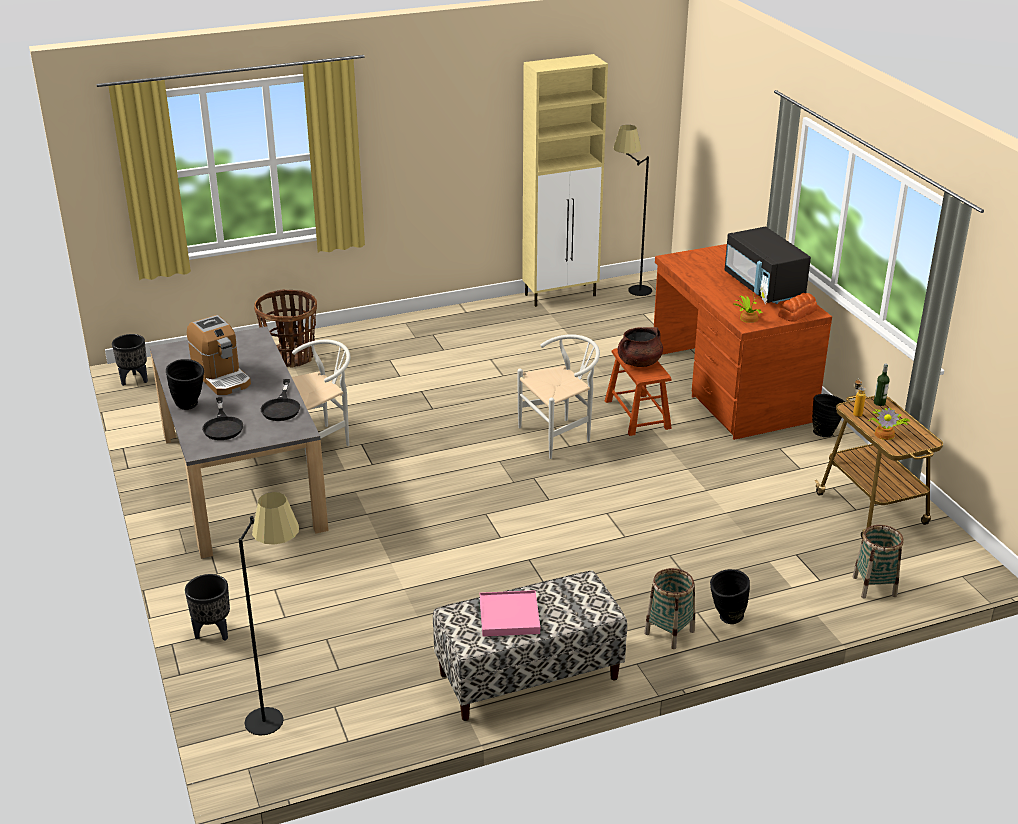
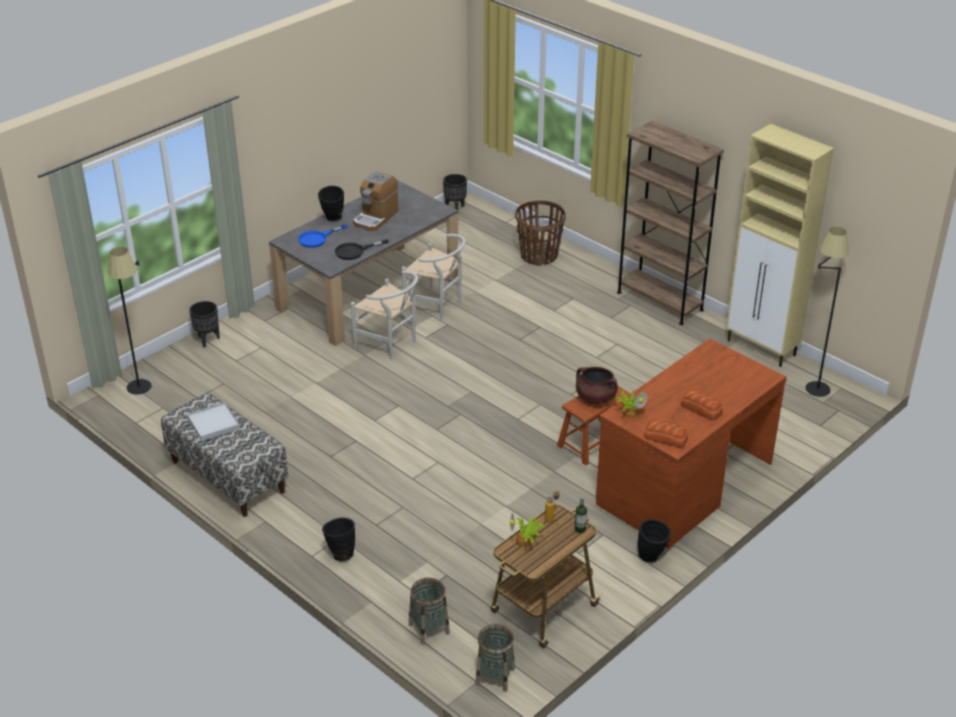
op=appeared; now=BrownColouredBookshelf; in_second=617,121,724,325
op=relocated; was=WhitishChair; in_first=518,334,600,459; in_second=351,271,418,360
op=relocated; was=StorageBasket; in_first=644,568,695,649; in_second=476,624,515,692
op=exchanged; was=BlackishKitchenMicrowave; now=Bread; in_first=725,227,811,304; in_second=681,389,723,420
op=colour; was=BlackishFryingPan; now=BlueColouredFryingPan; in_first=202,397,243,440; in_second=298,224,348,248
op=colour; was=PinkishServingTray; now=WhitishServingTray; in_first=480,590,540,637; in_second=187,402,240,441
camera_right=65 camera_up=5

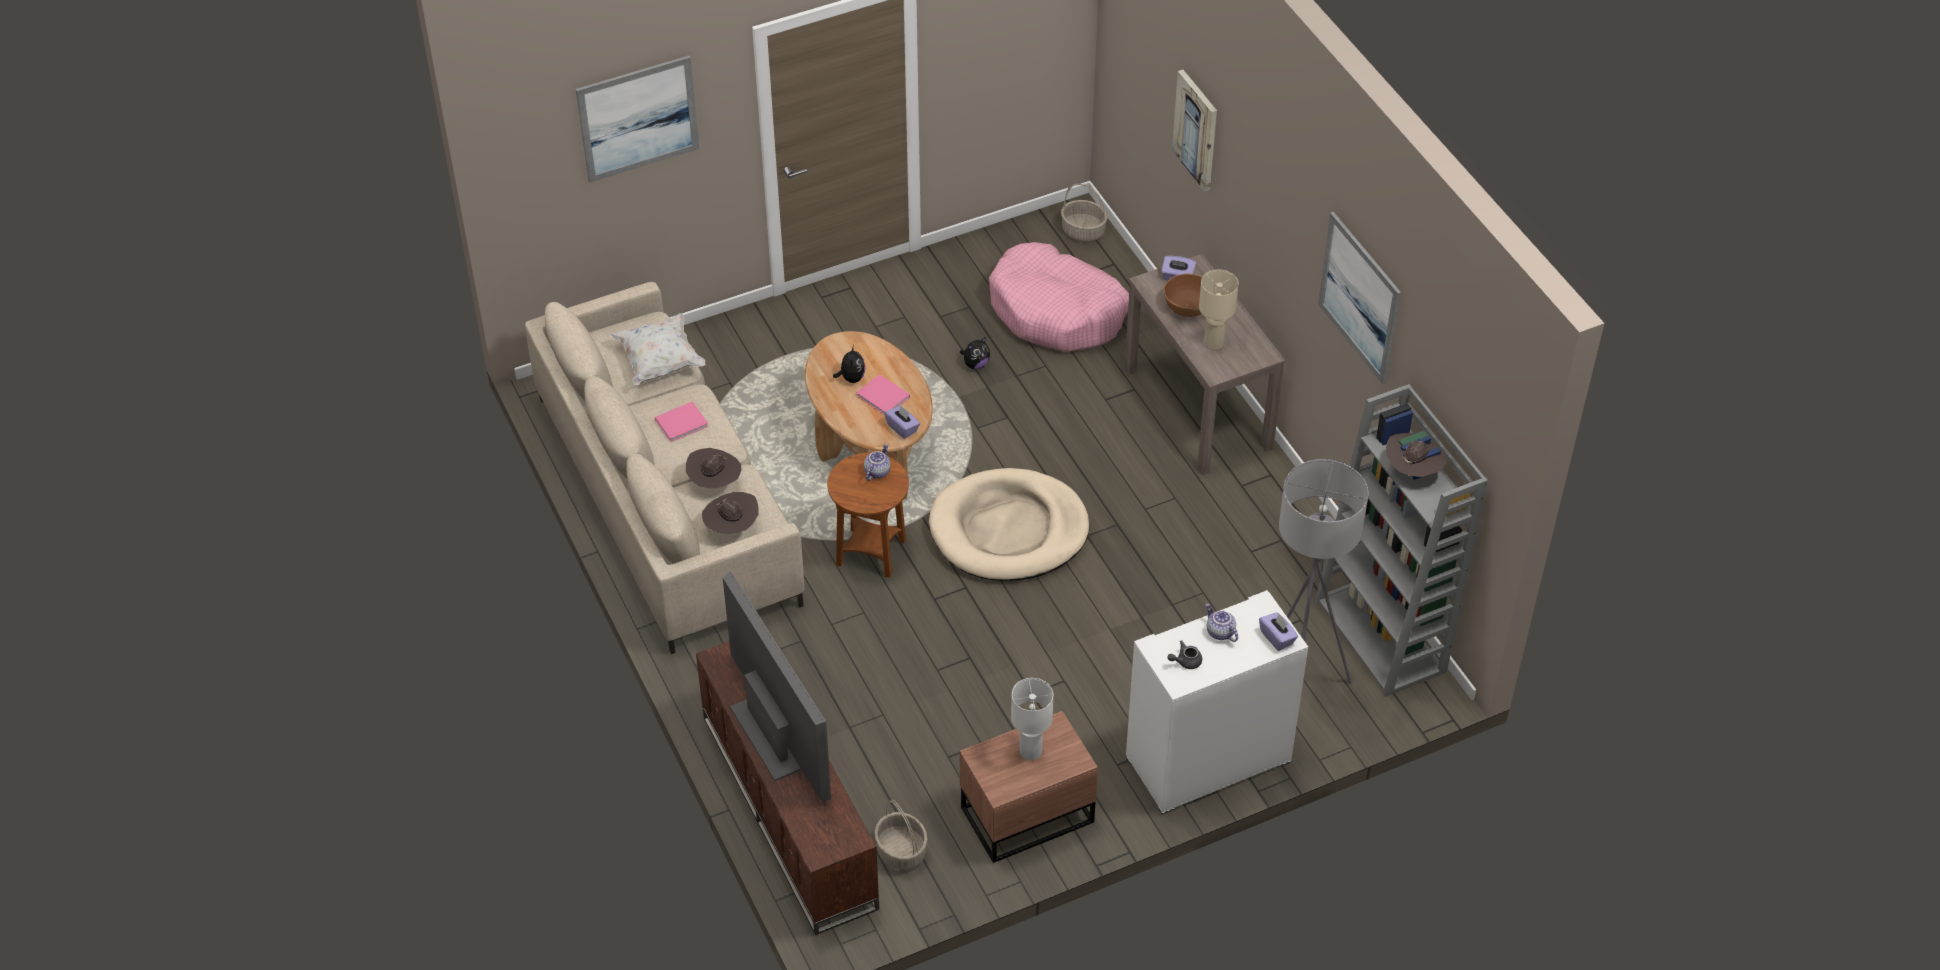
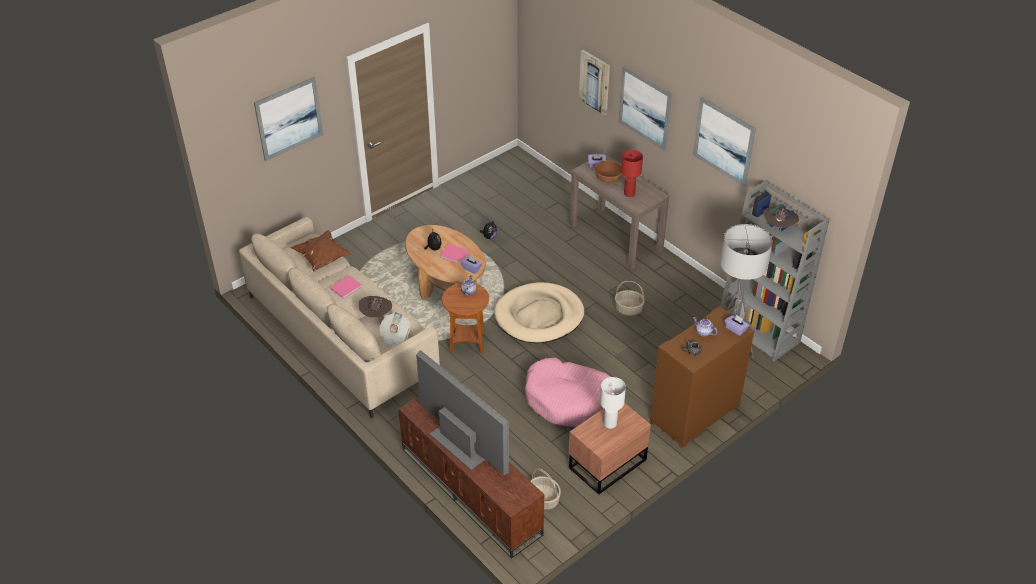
op=appeared; now=Picture; in_second=618,65,672,151
op=relocated; was=PinkishDogBed; in_first=989,242,1129,352; in_second=525,357,617,427
op=relocated; was=StorageBasket; in_first=1061,184,1107,242; in_second=615,281,645,316
op=exchanged; was=BrownColouredHat; now=PrintedPaper; in_first=702,492,758,534; in_second=379,311,411,348
op=colour; was=WhitishPillow; now=BrownColouredPillow; in_first=610,313,706,385; in_second=290,230,351,271
op=colour; was=WhitishCabinet; now=BrownColouredCabinet; in_first=1126,590,1308,815; in_second=650,306,754,448
op=colour; was=SandColouredTabletopLamp; now=RedTabletopLamp; in_first=1199,270,1239,350; in_second=621,150,643,197
camera_right=-15 camera_up=-5

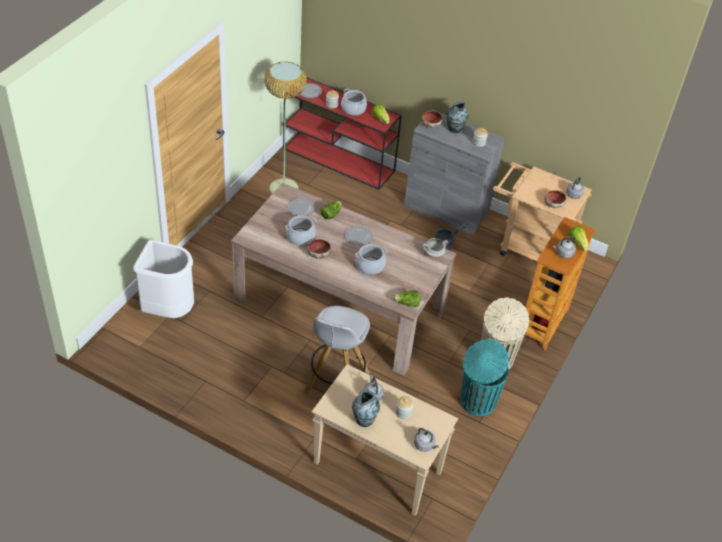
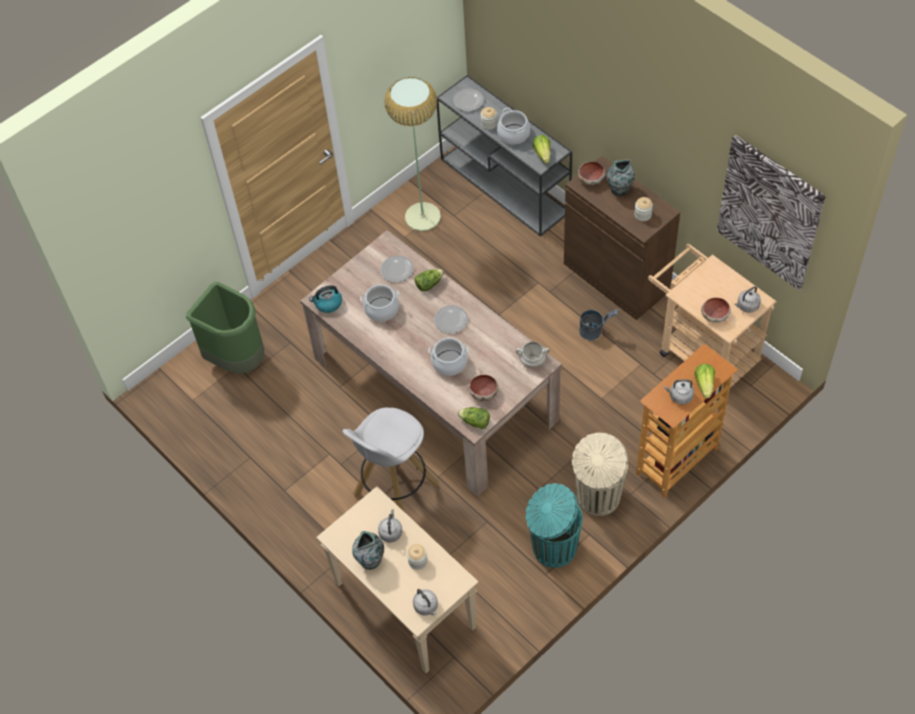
op=appeared; now=Kettle; in_second=309,285,342,313
op=appeared; now=Picture; in_second=717,135,826,290
op=relocated; was=DeepDish; in_first=308,239,331,259; in_second=469,375,498,401
op=colour; was=WhitishWasteBin; now=GreenWasteBin; in_first=133,240,194,318; in_second=186,282,264,374
op=colour; was=RedHallTable; now=GreyHallTable; in_first=283,76,402,190; in_second=437,75,572,237
op=colour; was=GreyCabinet; now=BrownColouredCabinet; in_first=404,110,505,235; in_second=564,156,680,320
camera_right=25 camera_up=10

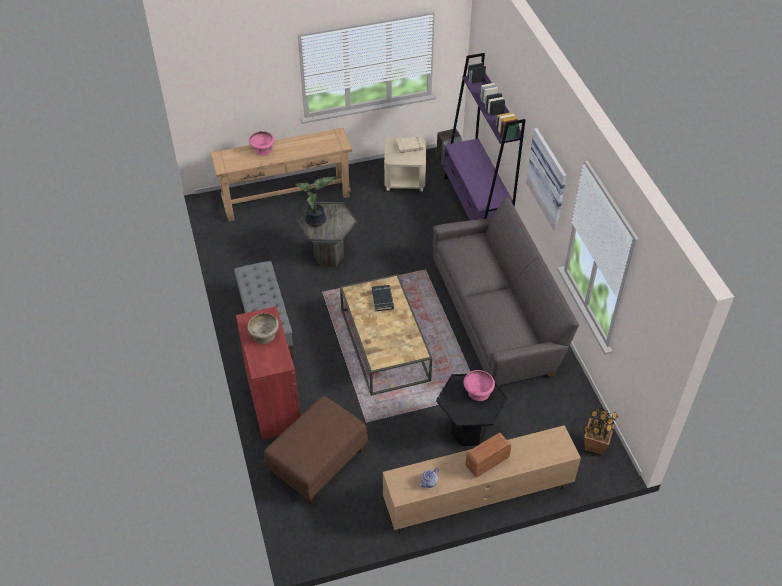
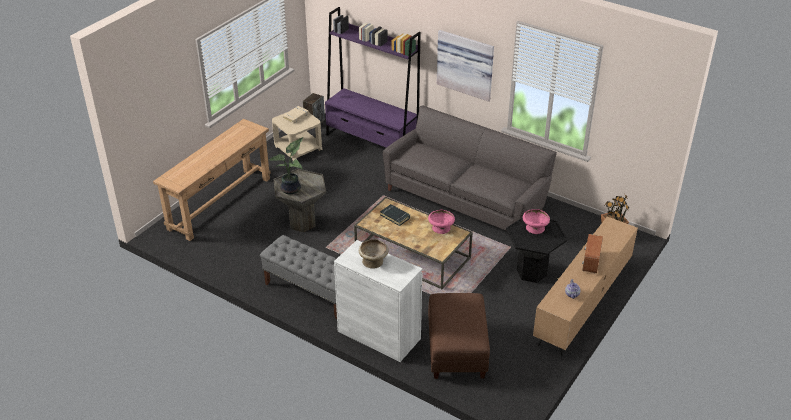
op=relocated; was=PinkishDeepDish; in_first=249,131,275,156; in_second=428,209,455,234
op=colour; was=RedCabinet; now=WhitishCabinet; in_first=236,306,300,440; in_second=334,240,423,362
camera_right=-40 camera_up=-10

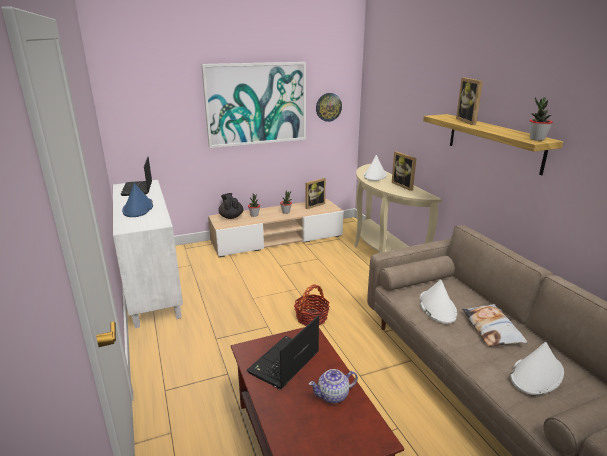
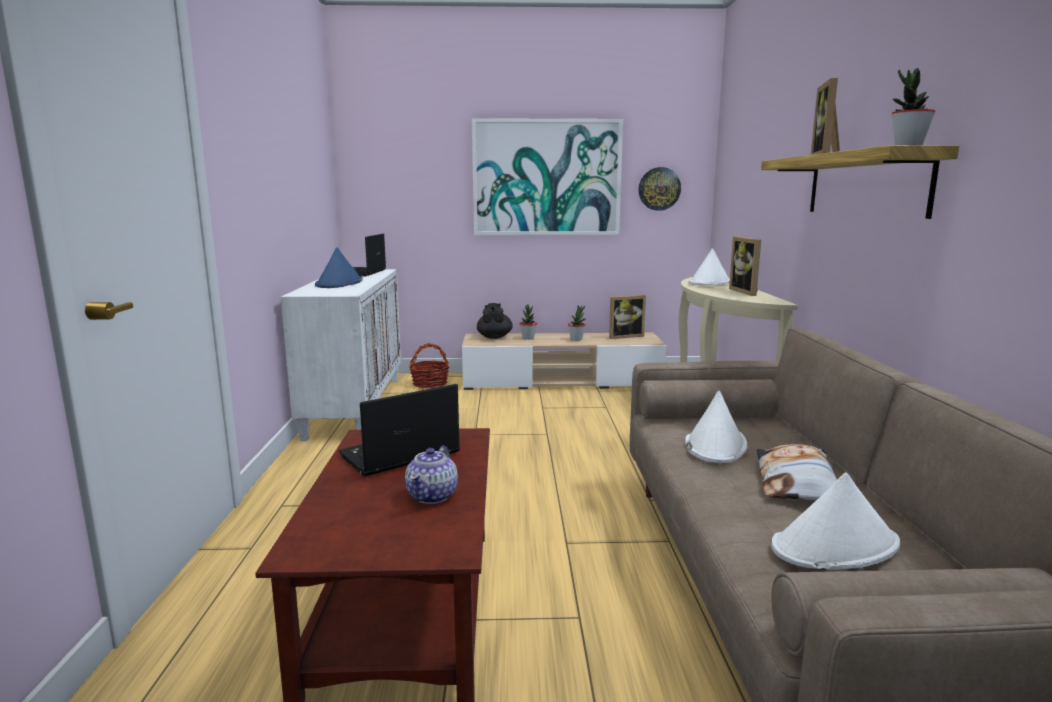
op=relocated; was=StorageBasket; in_first=294,284,330,326; in_second=409,343,449,388
op=spun; was=Teapot; in_first=309,369,358,404; in_second=405,446,458,504; clockwise=-75
camera_right=20 camera_up=-10

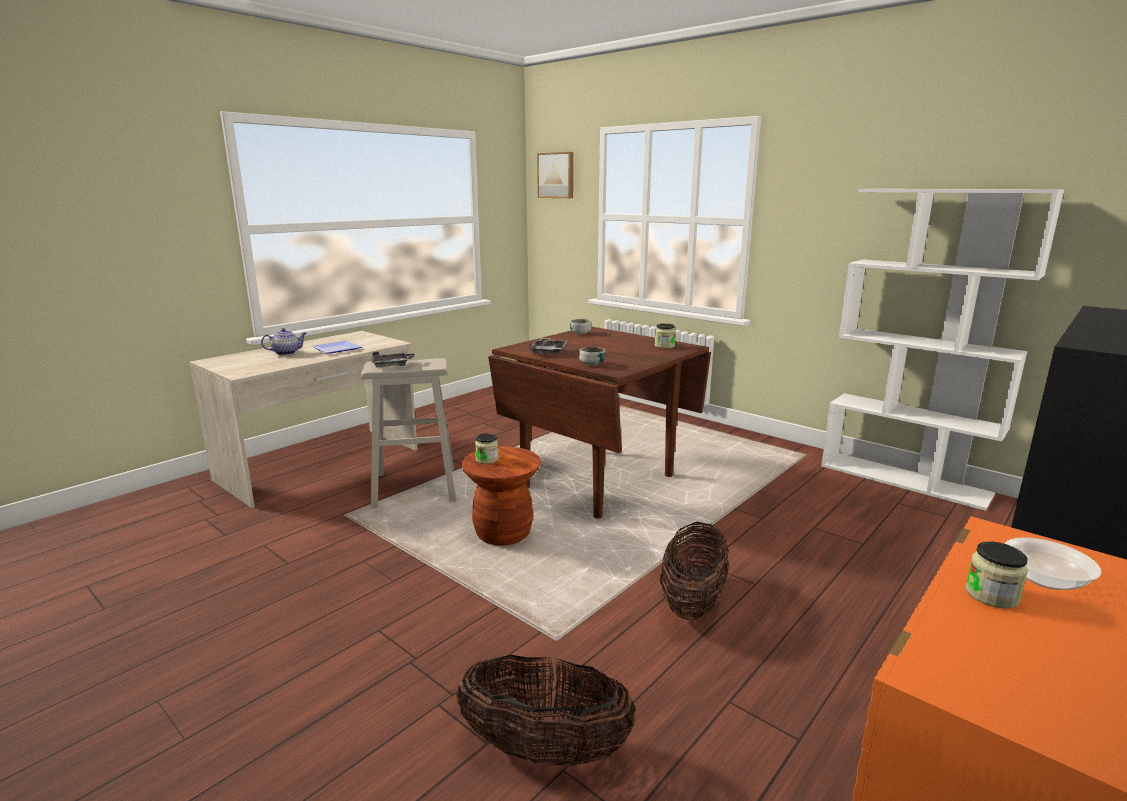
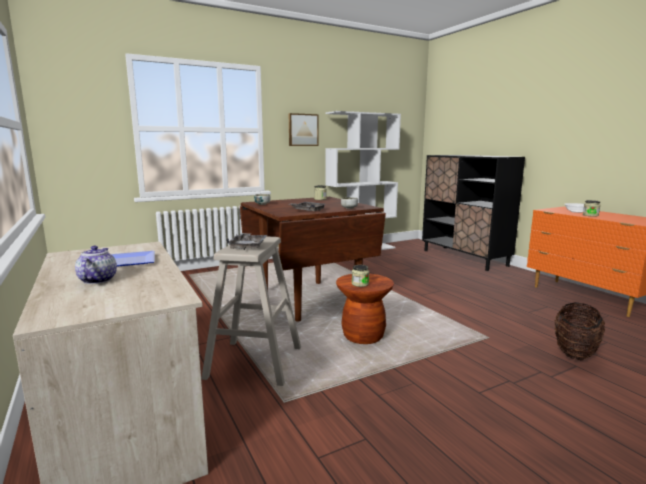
op=missing; was=StorageBasket; in_first=660,521,729,620
op=relocated; was=Picture; in_first=537,152,573,198; in_second=289,113,319,146
camera_right=-70 camera_up=-5

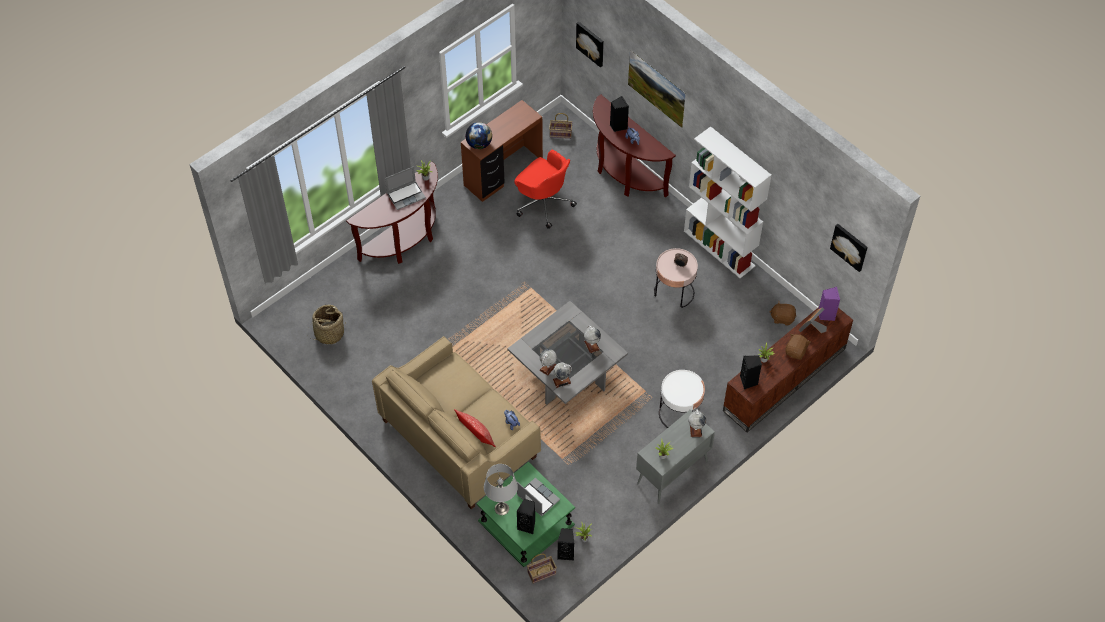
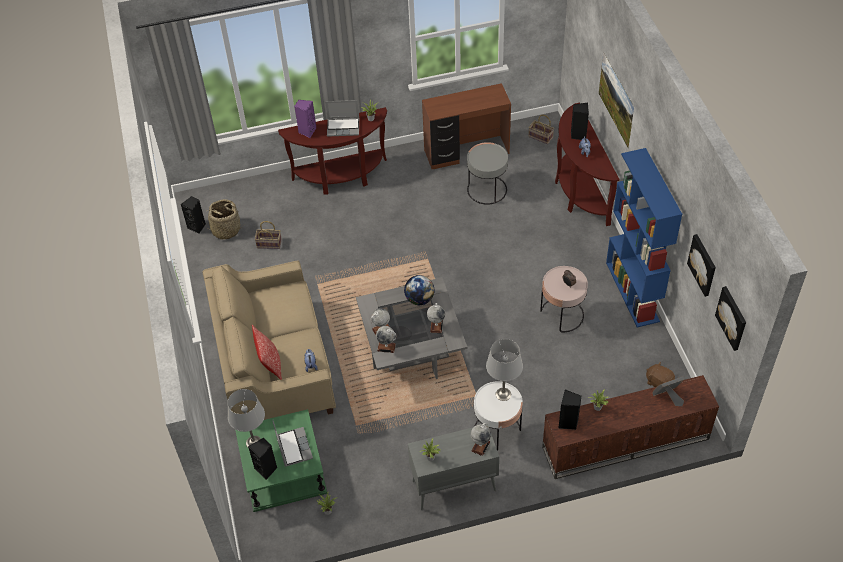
op=missing; was=BrownColouredCuddlyToy; in_first=785,334,811,360
op=appeared; now=GreyTabletopLamp; in_second=486,339,523,401
op=relocated; was=Globe; in_first=465,122,492,149; in_second=404,275,435,305
op=relocated; was=StorageBasket; in_first=527,554,557,584; in_second=255,221,282,249
op=relocated; was=BlackishLoudspeaker; in_first=557,528,574,560; in_second=180,196,206,234
op=relocated; was=Picture; in_first=576,22,604,68; in_second=687,234,716,297
op=relocated; was=PurpleColouredLoudspeaker; in_first=819,287,840,321; in_second=294,100,316,138
op=exchanged; was=RedComputerChair; now=GreyEndTable; in_first=514,150,577,229; in_second=467,142,508,205
op=colour; was=WhitishBookshelf; now=BlueColouredBookshelf; in_first=684,126,772,278; in_second=606,148,682,327
camera_right=30 camera_up=-5

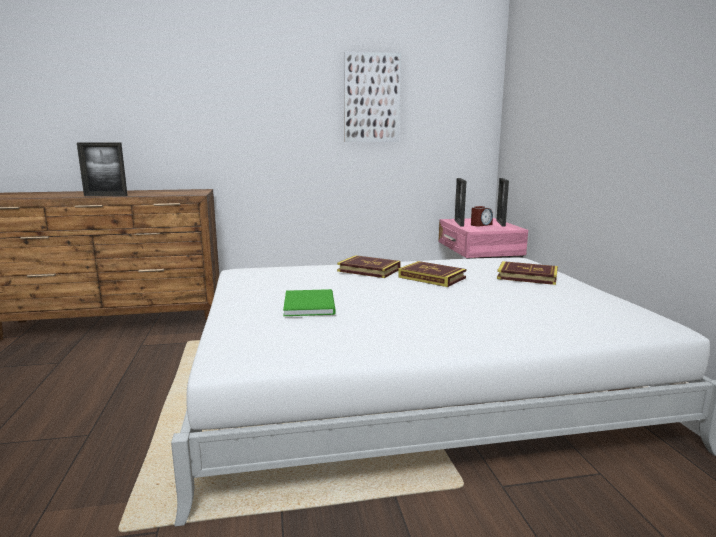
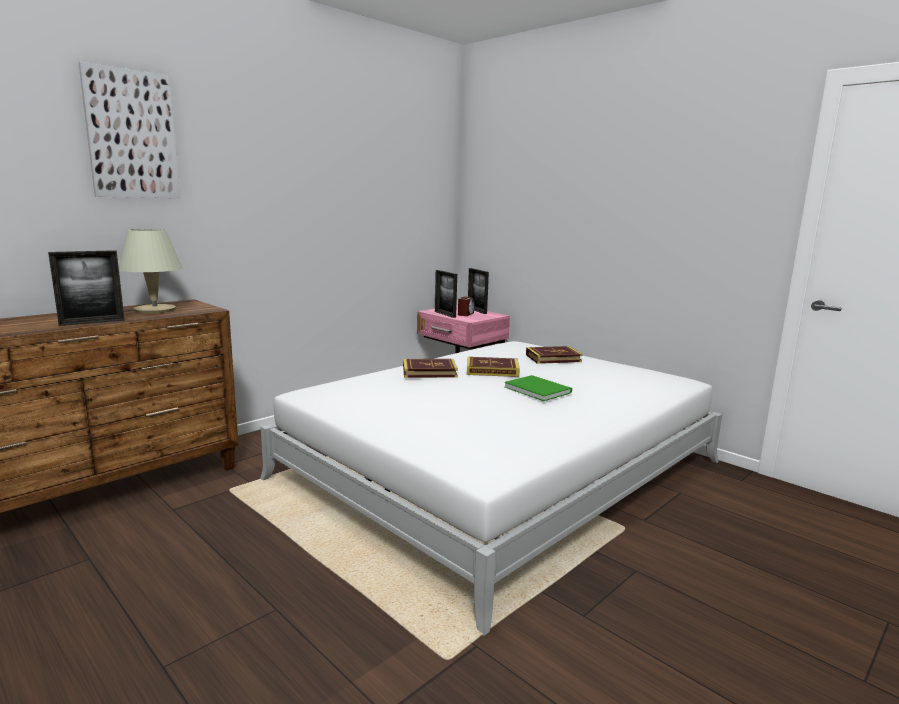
op=appeared; now=SandColouredTabletopLamp; in_second=119,229,182,314
op=relocated; was=GreenBoundBook; in_first=283,289,336,316; in_second=504,375,572,401
op=relocated; was=Picture; in_first=344,52,401,142; in_second=79,62,180,198
camera_right=-35 camera_up=0

